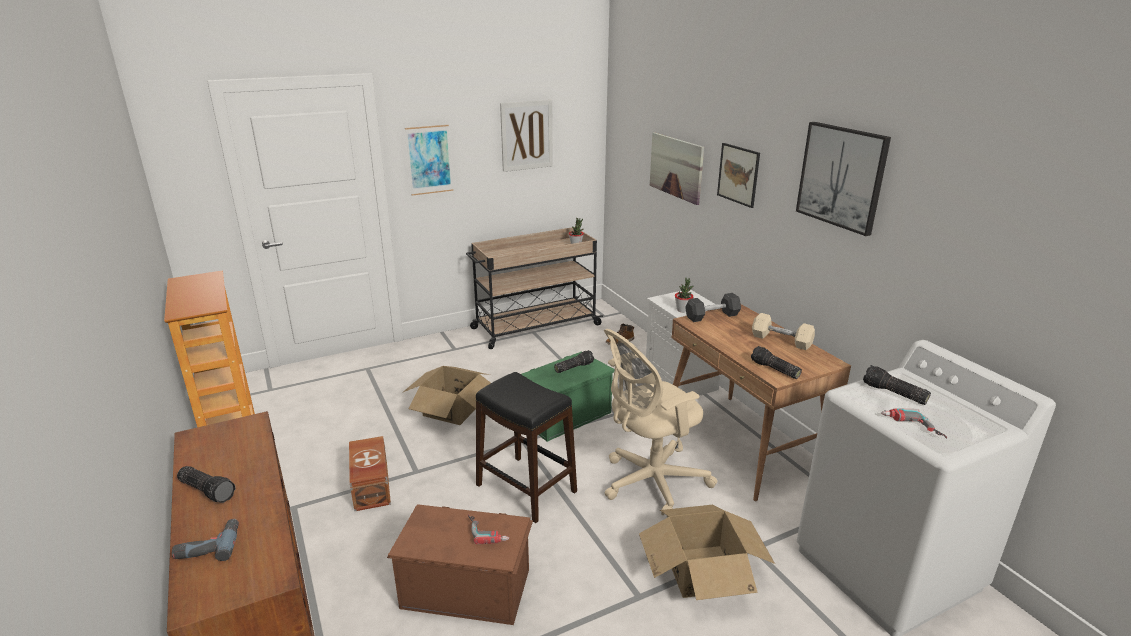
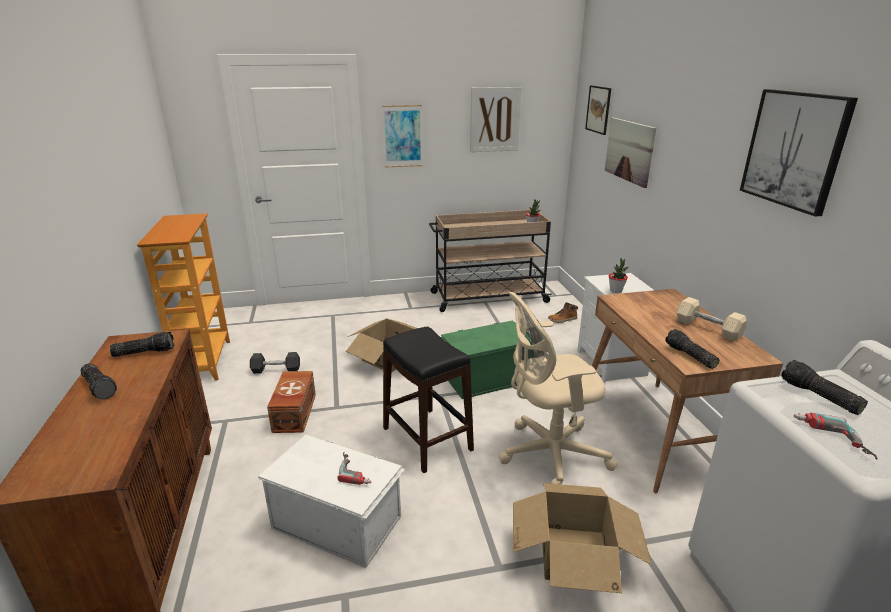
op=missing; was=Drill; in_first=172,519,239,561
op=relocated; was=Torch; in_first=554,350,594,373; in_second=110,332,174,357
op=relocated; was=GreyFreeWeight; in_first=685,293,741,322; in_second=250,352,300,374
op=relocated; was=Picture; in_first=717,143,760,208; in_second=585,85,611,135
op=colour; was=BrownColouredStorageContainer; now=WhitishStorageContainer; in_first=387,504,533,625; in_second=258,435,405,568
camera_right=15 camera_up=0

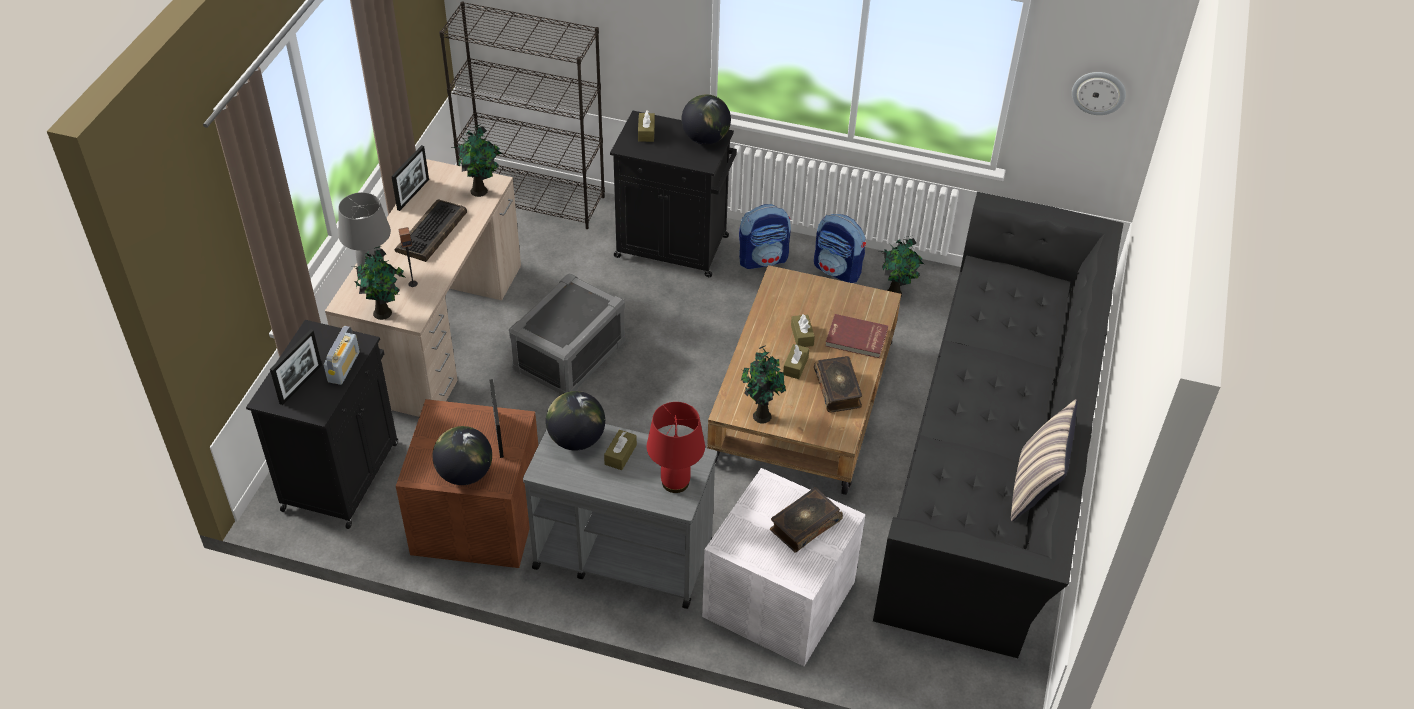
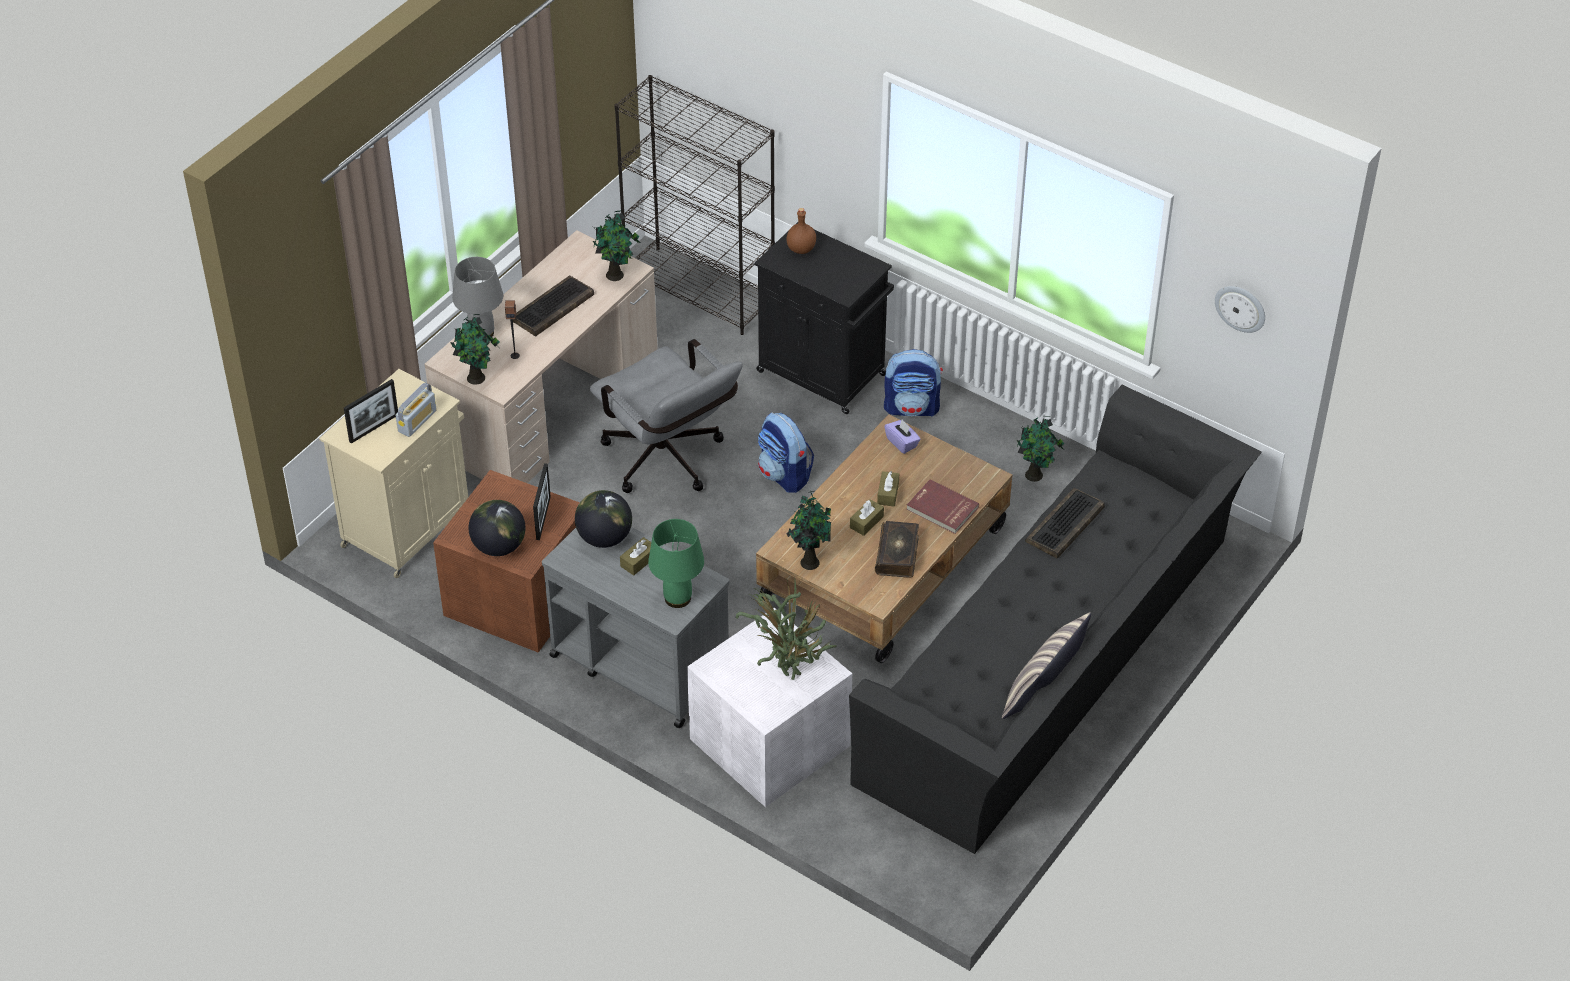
op=missing; was=PictureFrame; in_first=391,145,429,211
op=missing; was=Globe; in_first=681,94,731,145
op=appeared; now=PurpleColouredTissueHolder; in_second=884,420,921,454
op=appeared; now=ComputerKeyboard; in_second=1025,488,1105,559
op=relocated; was=Knapsack; in_first=814,214,866,283; in_second=758,412,814,493
op=exchanged; was=GreyStorageContainer; now=GreyComputerChair; in_first=509,274,626,395; in_second=590,339,743,493
op=exchanged; was=BrownColouredTissueHolder; now=BrownColouredDrinkBottle; in_first=638,110,655,142; in_second=786,208,816,254
op=exchanged; was=BoundBook; now=PottedPlant; in_first=770,487,843,553; in_second=736,576,837,680
op=colour; was=BlackishCabinet; now=SandColouredCabinet; in_first=246,320,398,529; in_second=319,369,468,578
op=colour; was=RedTabletopLamp; now=GreenTabletopLamp; in_first=647,402,705,493; in_second=648,519,704,608
camera_right=20 camera_up=0

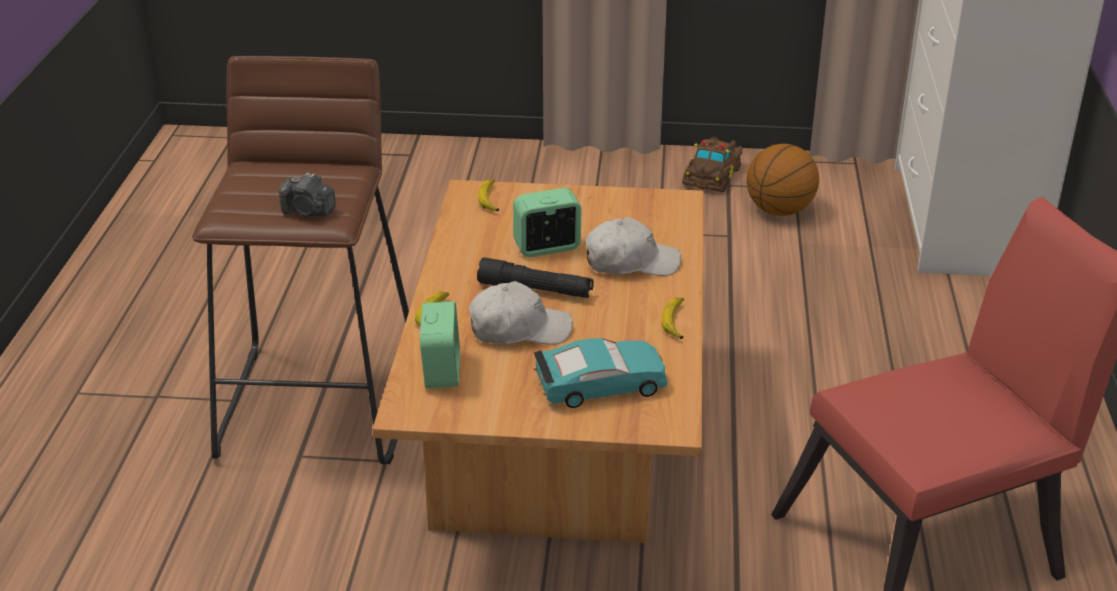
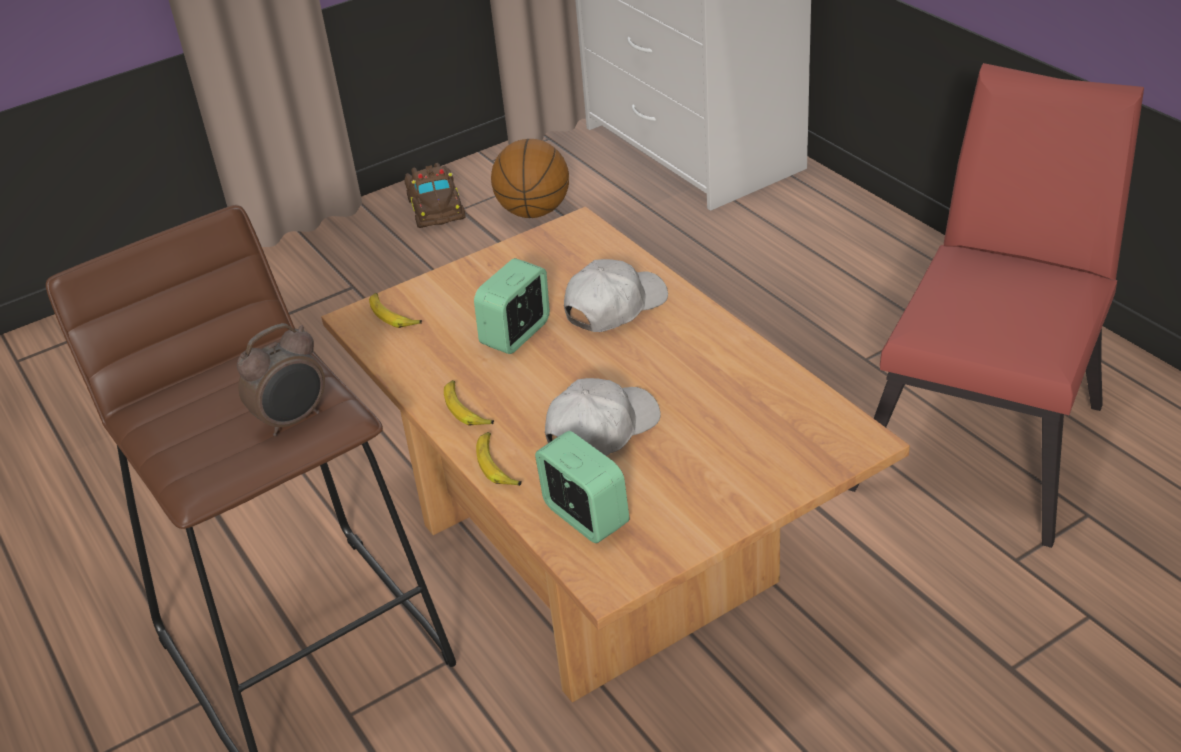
op=missing; was=BlackishTorch; in_first=477,258,594,298
op=missing; was=TurquoiseMiniatureCar; in_first=534,338,667,408
op=relocated; was=BananaFruit; in_first=662,298,684,339; in_second=444,380,494,426
op=exchanged; was=PhotoCamera; now=AlarmClock; in_first=279,173,336,217; in_second=237,323,325,436
camera_right=-35 camera_up=5

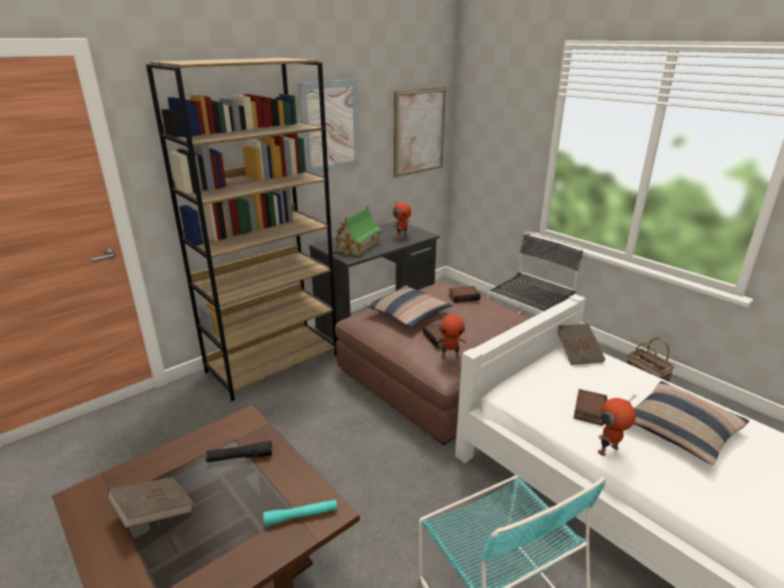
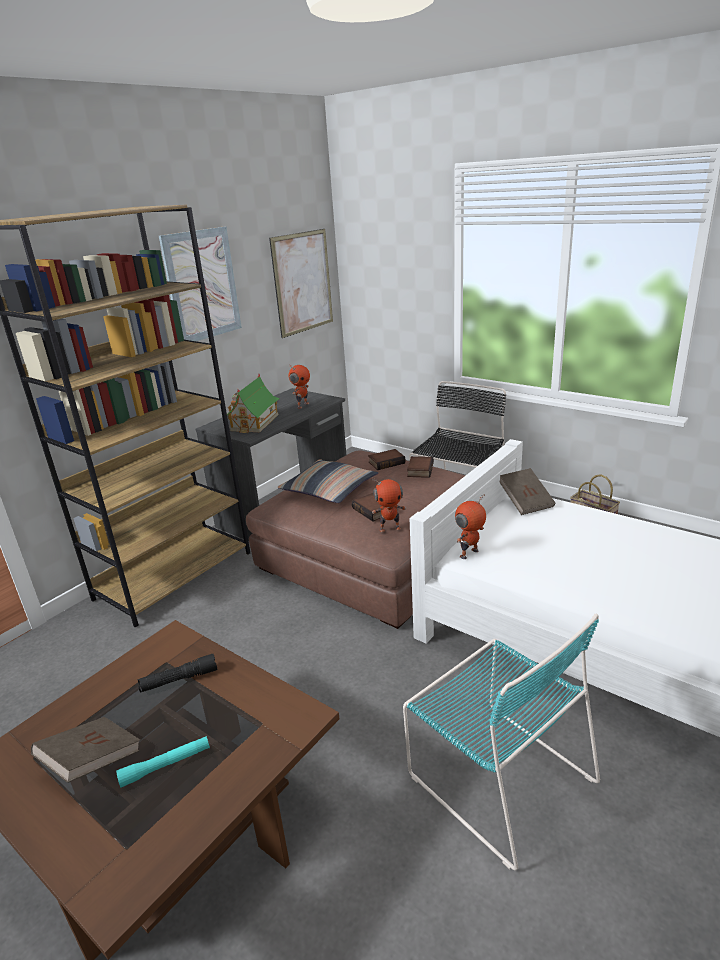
op=missing; was=Pillow; in_first=634,381,749,465
op=relocated; was=TurquoiseTorch; in_first=263,499,337,527; in_second=116,736,210,788
op=relocated; was=BoundBook; in_first=573,389,607,426; in_second=407,456,434,478
op=relocated; was=ModelRobot; in_first=598,394,636,456; in_second=455,495,486,559
camera_right=-10 camera_up=0

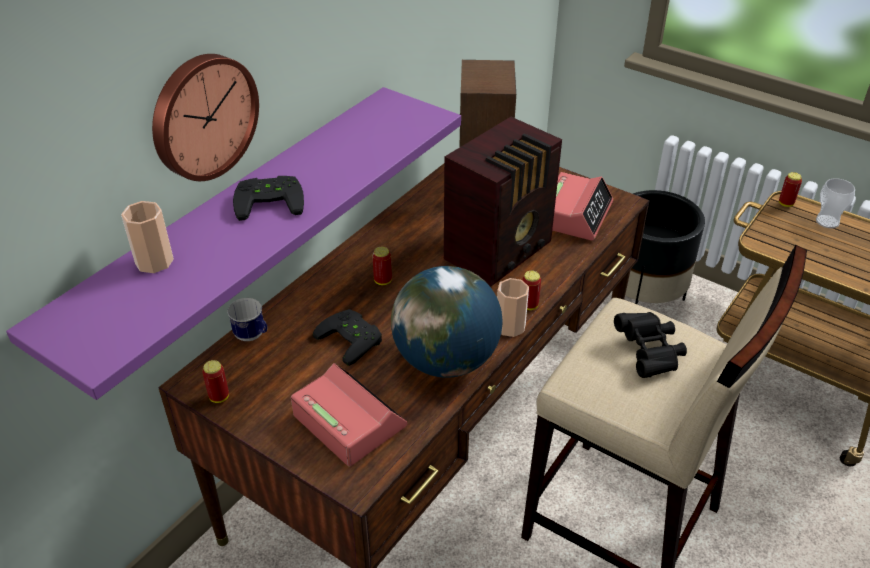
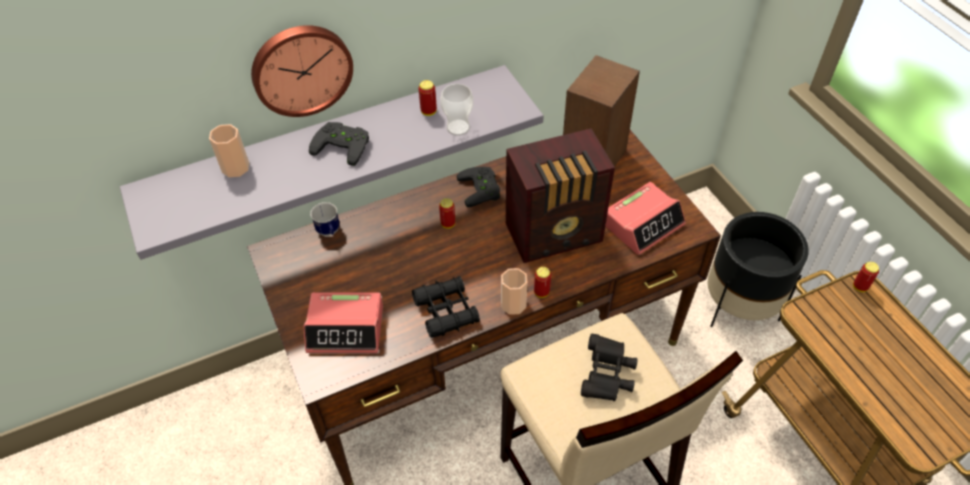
op=relocated; was=SealedCan; in_first=202,360,229,403; in_second=418,80,437,116
op=relocated; was=BlackishGamepad; in_first=313,309,382,366; in_second=457,167,500,207
op=relocated; was=Cup; in_first=816,178,855,228; in_second=440,84,473,136
op=exchanged; was=Globe; now=BlackishFieldGlasses; in_first=391,266,503,378; in_second=412,276,480,338
op=colour; was=PurpleColouredBracketShelf; now=GreyBracketShelf; in_first=6,87,461,400; in_second=120,65,544,260
op=spun; was=AlarmClock; in_first=291,363,408,466; in_second=303,292,383,353; clockwise=105
camera_right=30 camera_up=10

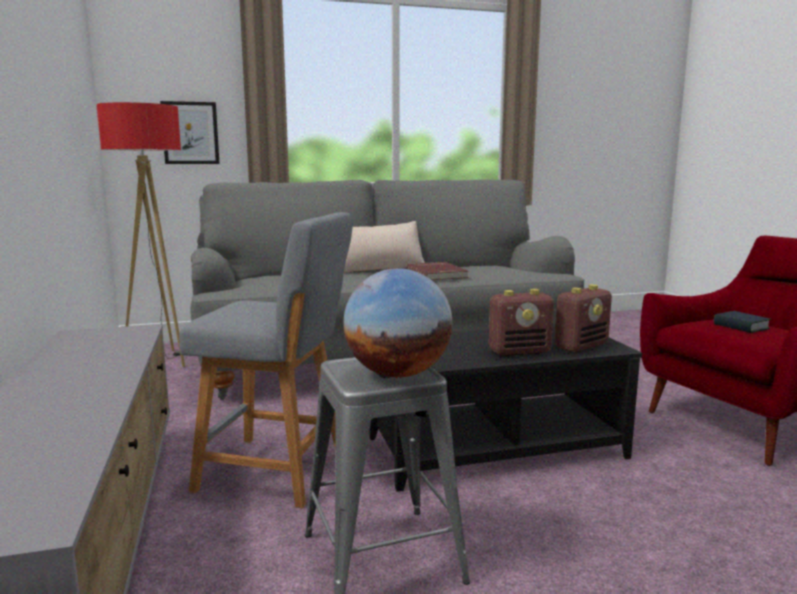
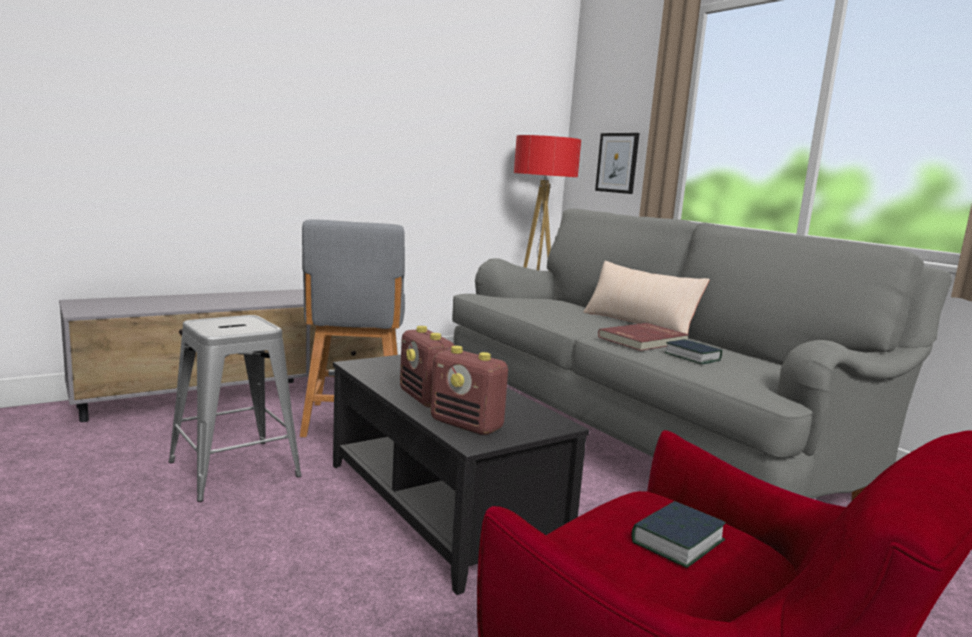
op=missing; was=Globe; in_first=343,268,452,377
op=appeared; now=BoundBook; in_second=665,339,722,364
camera_right=70 camera_up=0

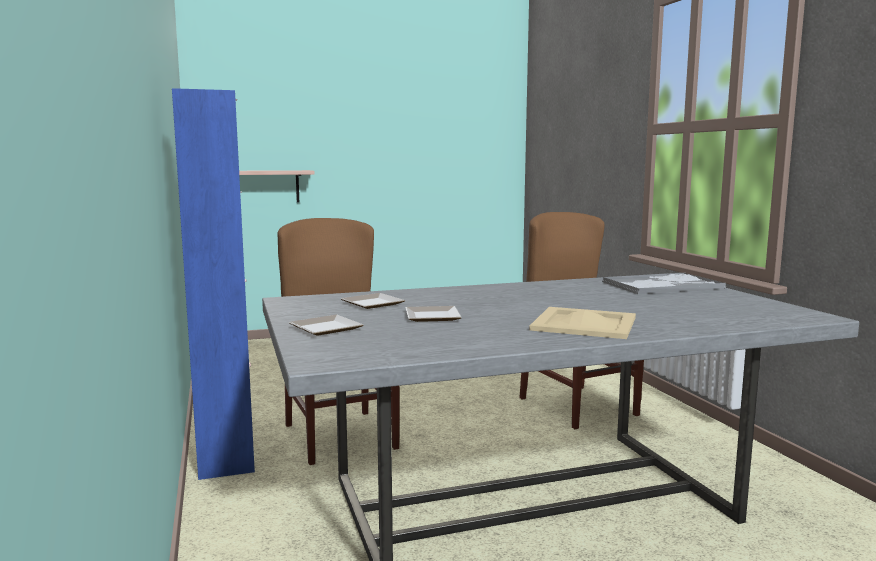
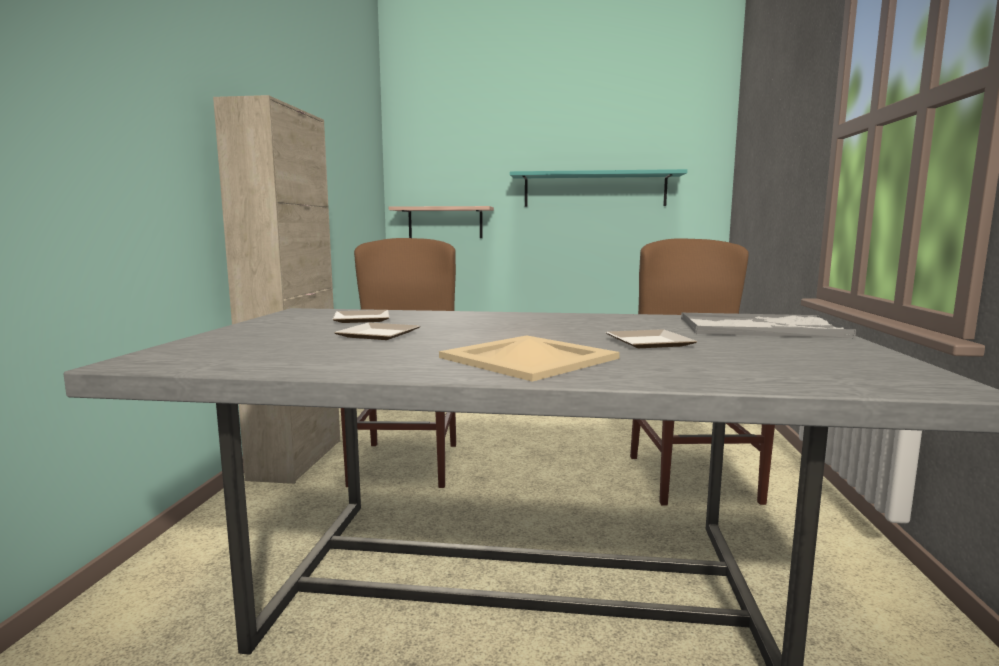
op=appeared; now=TurquoiseBracketShelf; in_second=510,169,687,207
op=relocated; was=FlatDish; in_first=289,315,363,336; in_second=606,329,698,348
op=colour; was=BlueColouredCabinet; now=SandColouredCabinet; in_first=172,88,255,480; in_second=213,95,340,484
camera_right=25 camera_up=0

